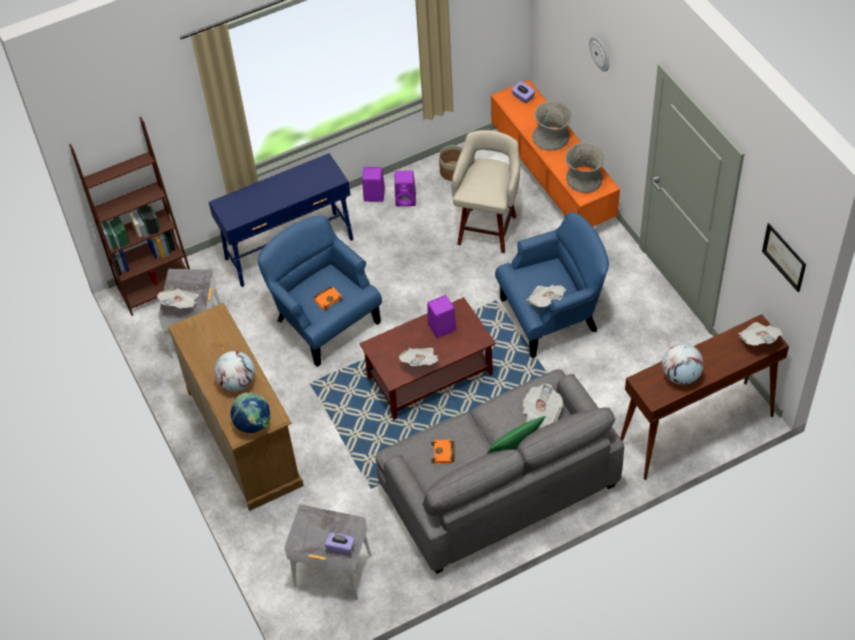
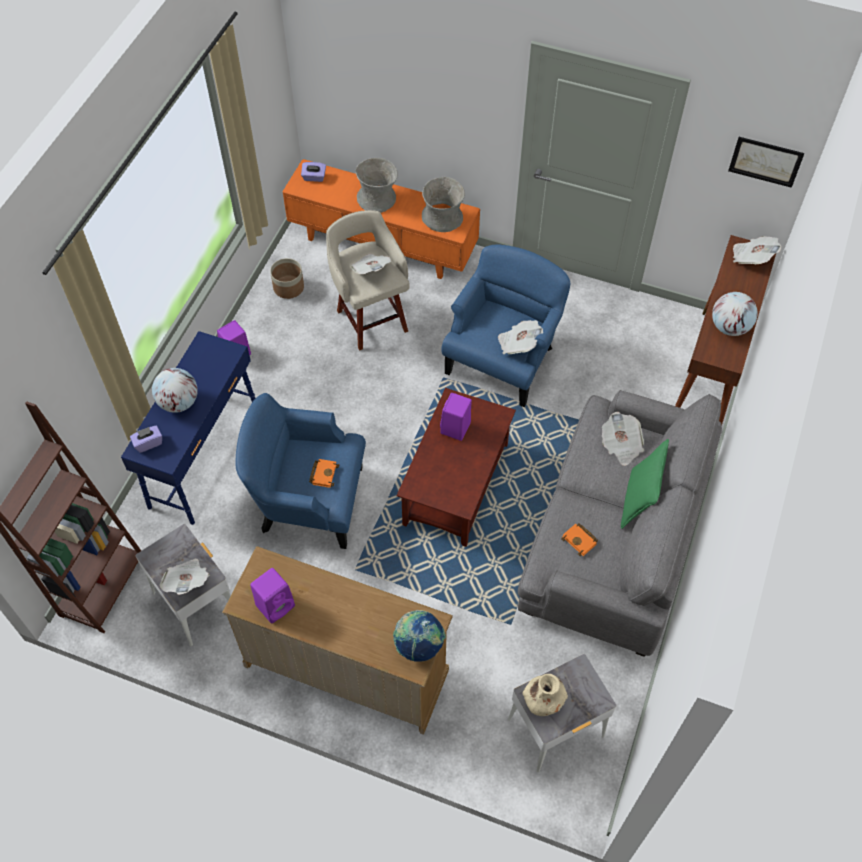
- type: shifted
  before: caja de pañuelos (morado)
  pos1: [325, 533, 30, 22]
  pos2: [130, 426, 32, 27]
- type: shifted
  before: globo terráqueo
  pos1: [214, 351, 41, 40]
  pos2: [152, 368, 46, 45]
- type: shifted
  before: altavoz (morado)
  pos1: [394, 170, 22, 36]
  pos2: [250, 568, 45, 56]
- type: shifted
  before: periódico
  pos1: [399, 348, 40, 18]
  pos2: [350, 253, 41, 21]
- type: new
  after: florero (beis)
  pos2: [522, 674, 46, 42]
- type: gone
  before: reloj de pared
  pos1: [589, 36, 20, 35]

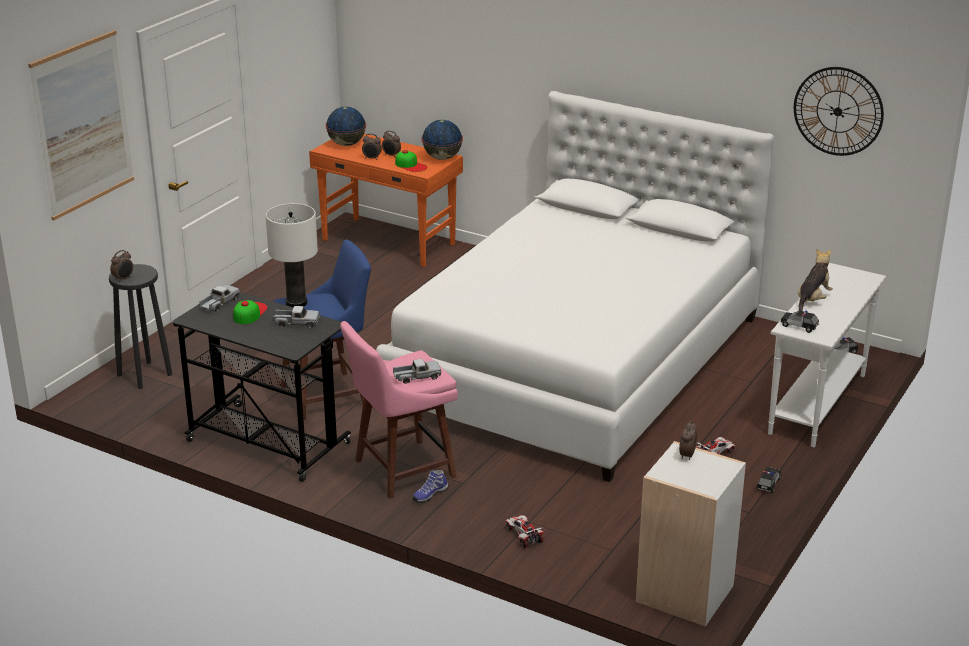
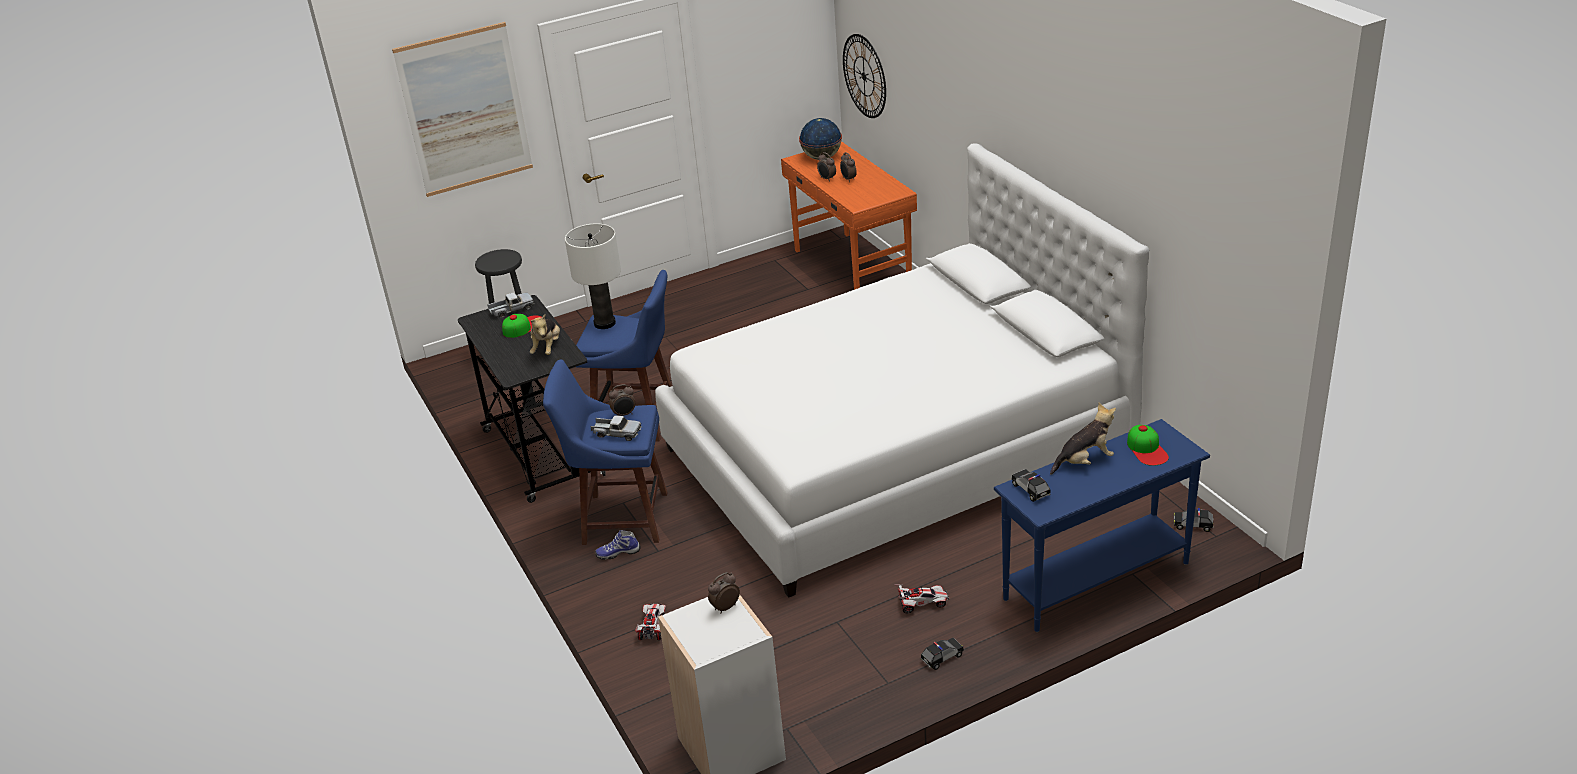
- type: swapped
  before: camión de juguete
  after: peluche
  pos1: [272, 306, 48, 22]
  pos2: [530, 314, 30, 41]
- type: repainted
  before: taburete (rosa)
  after: taburete (azul)
  pos1: [340, 321, 118, 178]
  pos2: [543, 360, 125, 185]
- type: shifted
  before: despertador
  pos1: [110, 250, 23, 32]
  pos2: [609, 384, 26, 32]
- type: shifted
  before: reloj de pared
  pos1: [794, 67, 90, 89]
  pos2: [843, 34, 43, 84]
- type: repainted
  before: mesa consola (blanco)
  after: mesa consola (azul)
  pos1: [768, 263, 118, 185]
  pos2: [994, 419, 216, 213]
- type: shifted
  before: gorra
  pos1: [395, 150, 32, 22]
  pos2: [1127, 425, 42, 41]
- type: gone
  before: globo terráqueo
  pos1: [421, 120, 42, 40]

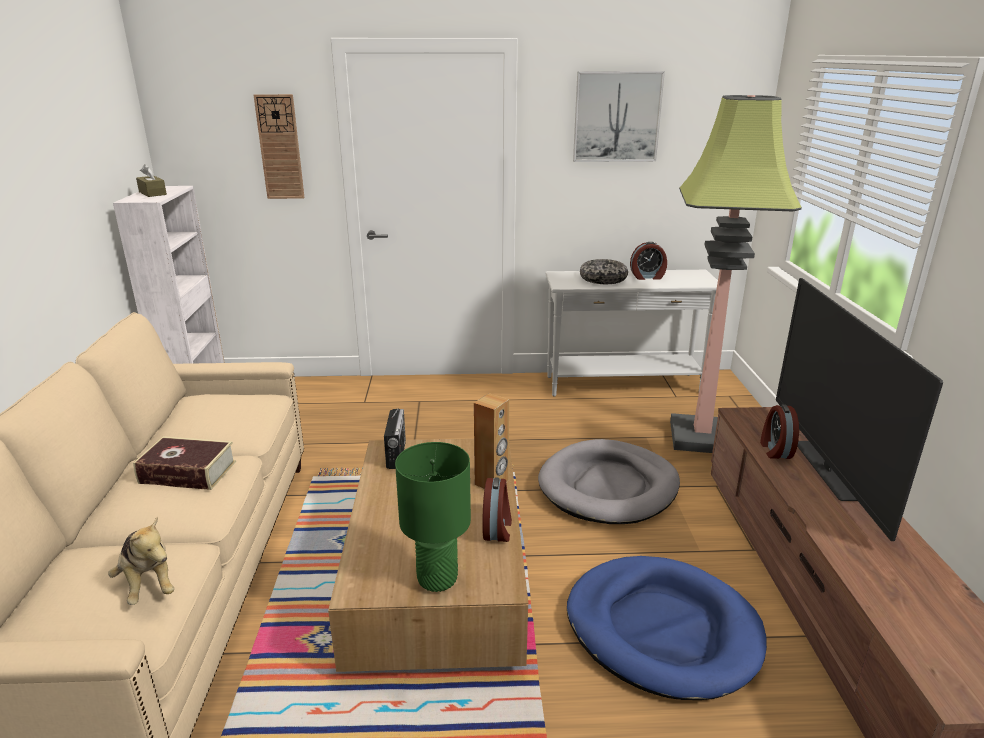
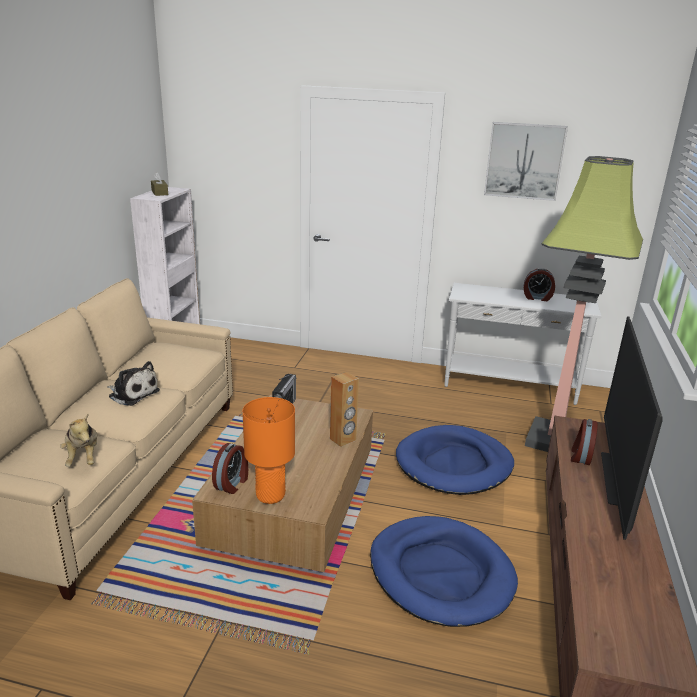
- type: swapped
  before: libro
  after: peluche
  pos1: [133, 436, 103, 54]
  pos2: [107, 361, 53, 45]
- type: shifted
  before: despertador
  pos1: [482, 477, 30, 65]
  pos2: [212, 443, 36, 51]
- type: repainted
  before: lámpara de mesa (verde)
  after: lámpara de mesa (naranja)
  pos1: [395, 442, 76, 150]
  pos2: [243, 397, 52, 107]
- type: repainted
  before: cama para perro (gris)
  after: cama para perro (azul)
  pos1: [538, 439, 142, 85]
  pos2: [396, 425, 118, 70]
- type: gone
  before: reloj de pared
  pos1: [253, 94, 52, 105]
- type: gone
  before: cuenco
  pos1: [580, 259, 48, 25]

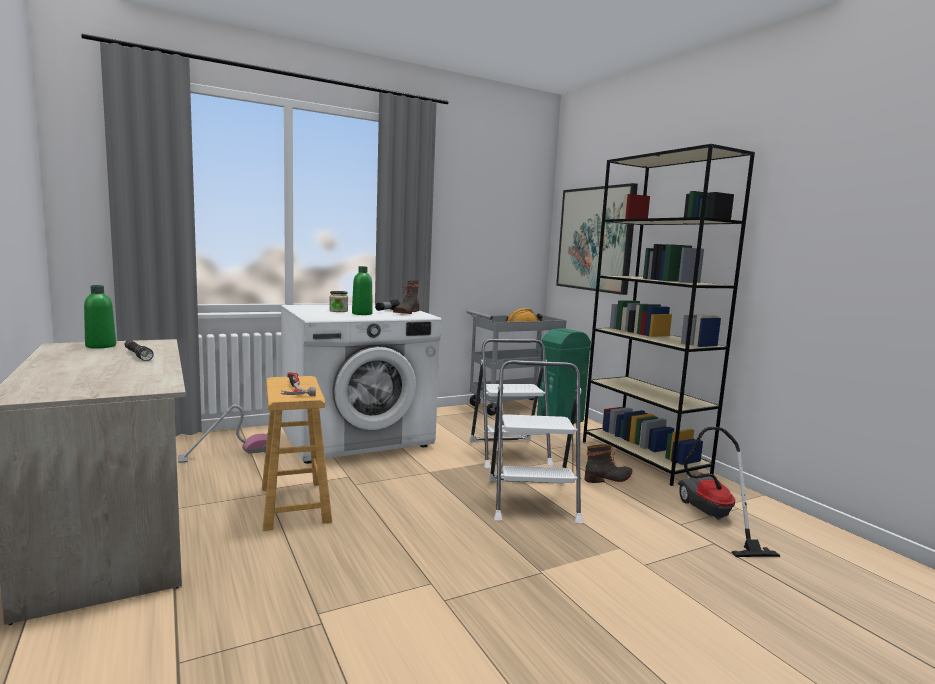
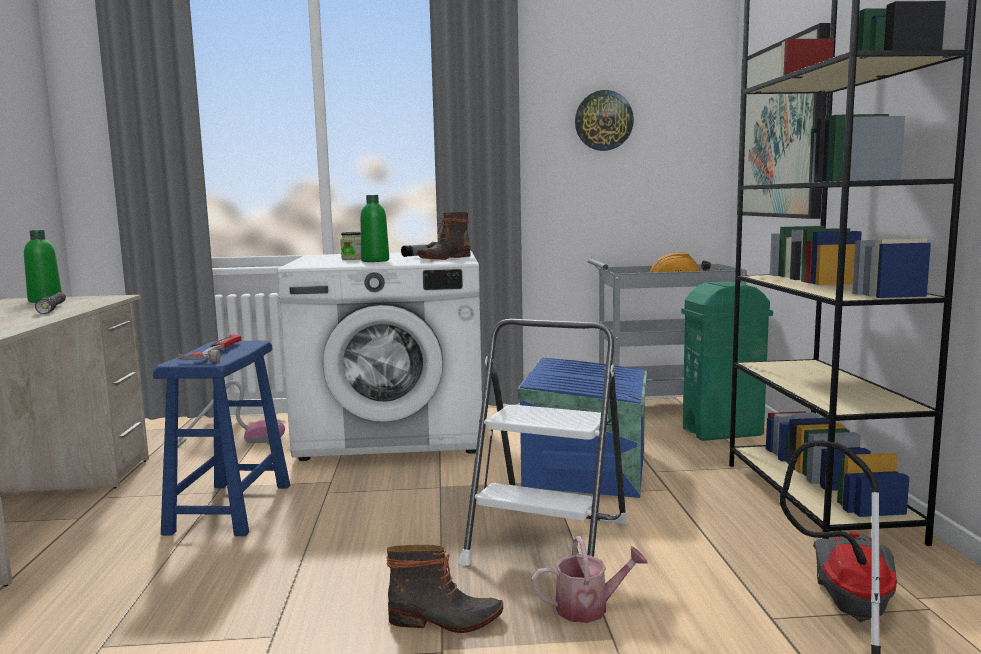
- type: repainted
  before: taburete (marrón)
  after: taburete (azul)
  pos1: [262, 376, 70, 155]
  pos2: [153, 341, 137, 195]
- type: shifted
  before: bota
  pos1: [584, 444, 49, 39]
  pos2: [386, 545, 117, 88]
- type: swapped
  before: escalera de tijera (blanco)
  after: caja de almacenaje (azul)
  pos1: [470, 339, 84, 129]
  pos2: [517, 357, 130, 141]
- type: new
  after: regadera
  pos2: [532, 536, 116, 87]
- type: new
  after: reloj de pared
  pos2: [575, 90, 59, 61]

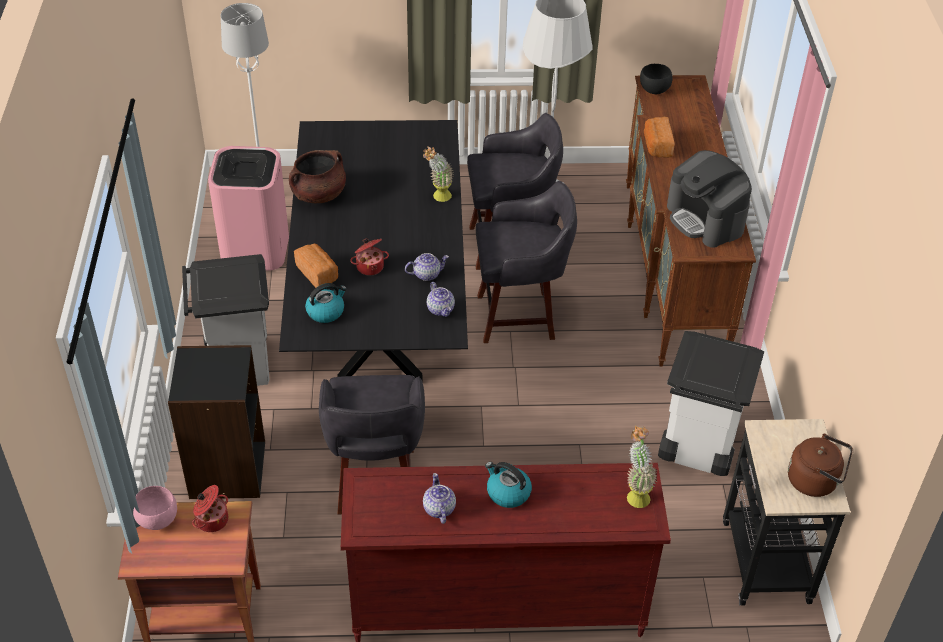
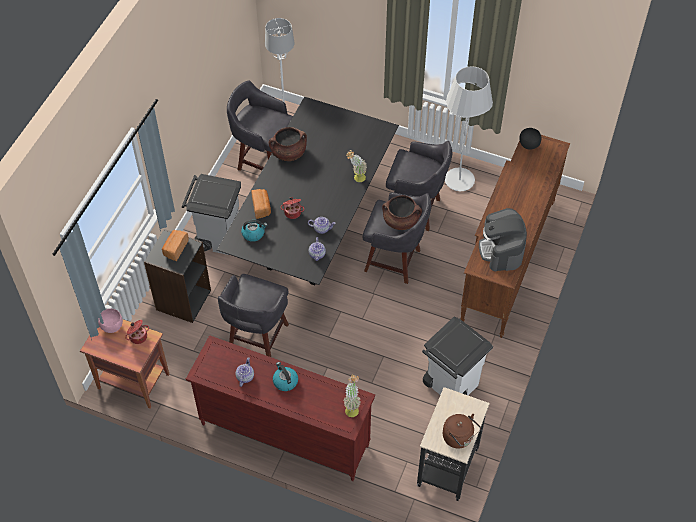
- type: shifted
  before: pan
  pos1: [644, 117, 30, 41]
  pos2: [162, 230, 27, 31]
- type: swapped
  before: papelera (rosa)
  after: taburete (gris)
  pos1: [208, 146, 81, 124]
  pos2: [227, 80, 66, 91]
- type: new
  after: olla (marrón)
  pos2: [382, 195, 40, 35]

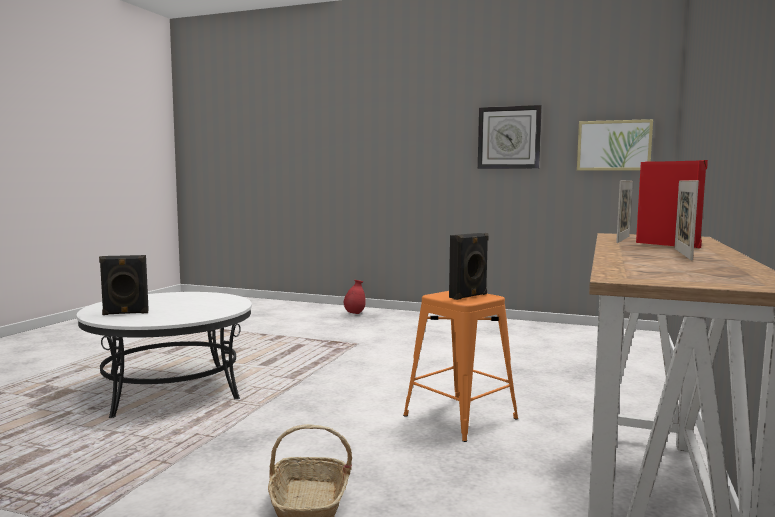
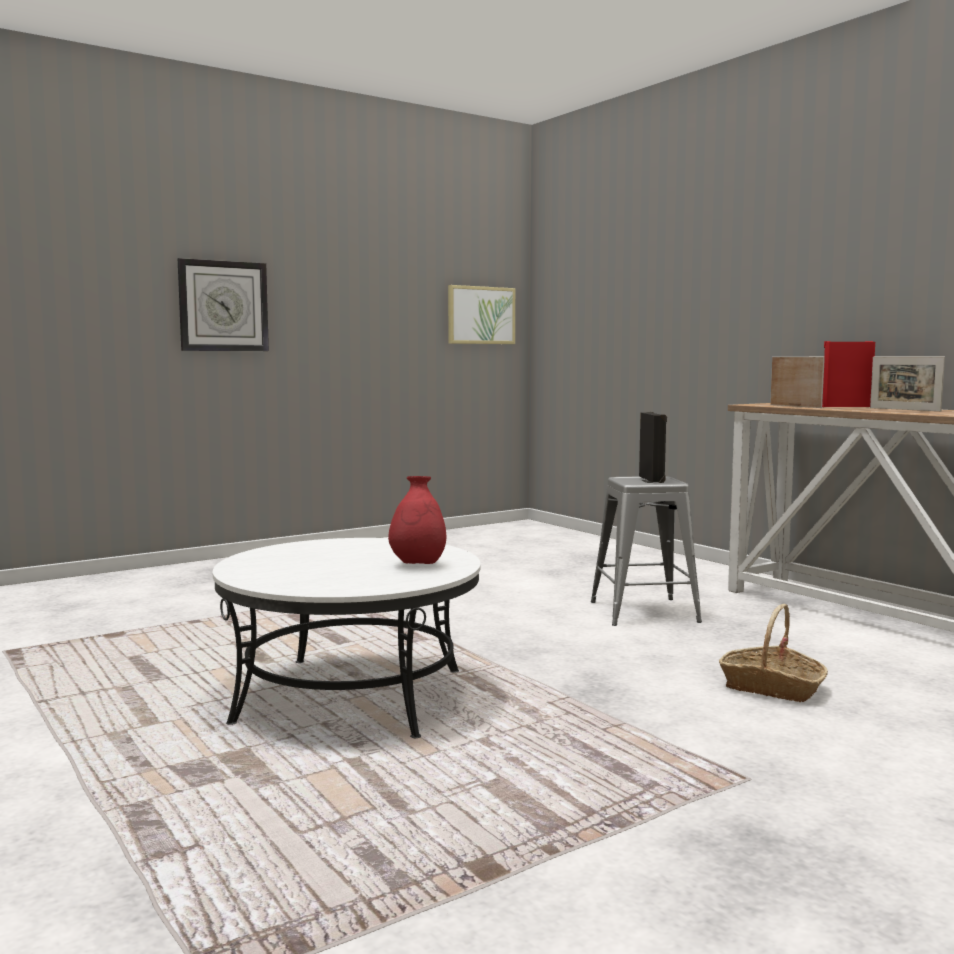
- type: shifted
  before: reloj de pared
  pos1: [478, 105, 64, 64]
  pos2: [178, 258, 91, 93]
- type: shifted
  before: florero (rojo)
  pos1: [344, 280, 22, 34]
  pos2: [388, 476, 58, 88]
- type: repainted
  before: taburete (naranja)
  after: taburete (gris)
  pos1: [403, 291, 115, 151]
  pos2: [591, 476, 111, 150]
- type: gone
  before: altavoz (negro)
  pos1: [99, 255, 50, 60]

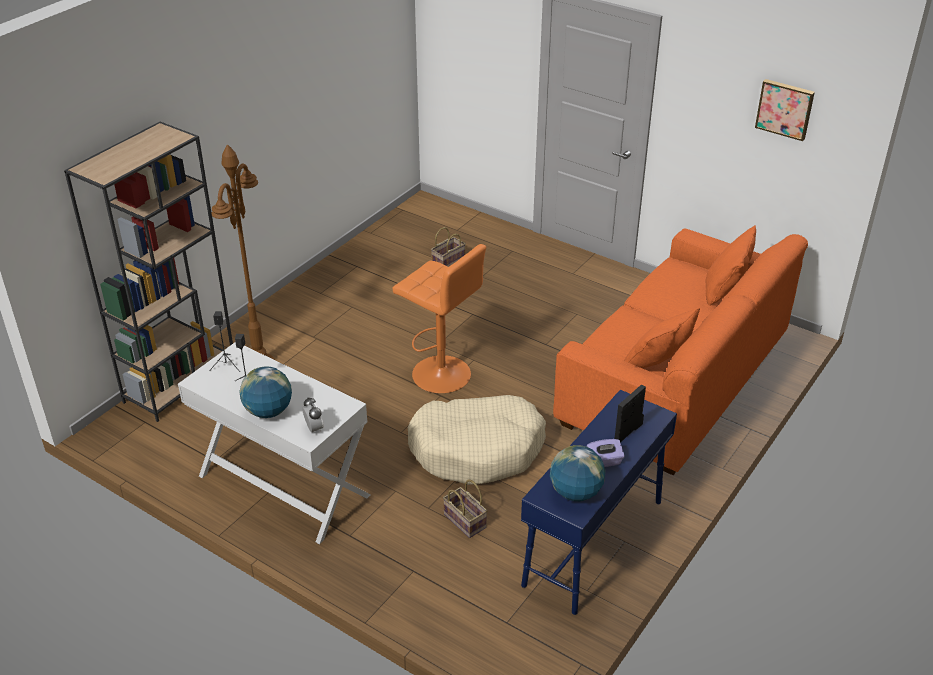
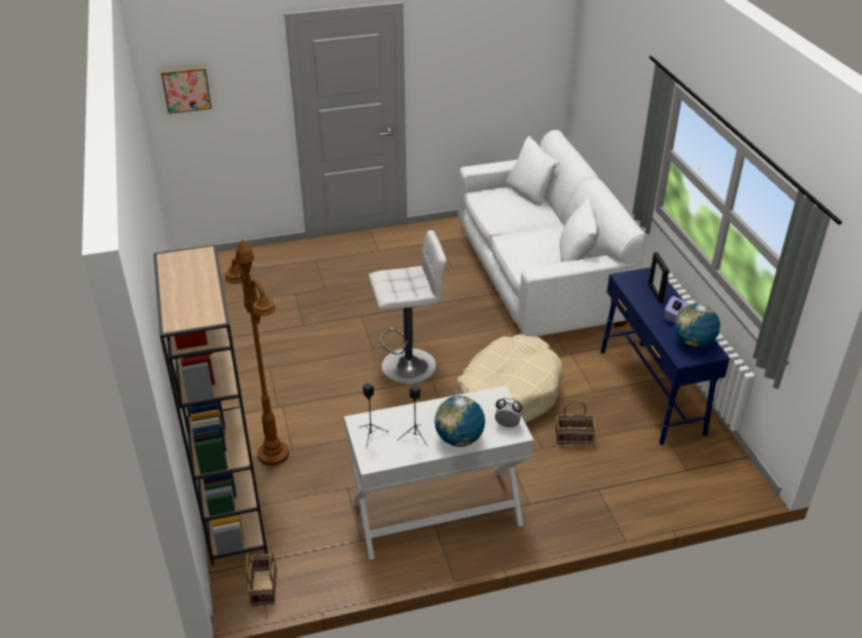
- type: shifted
  before: cuadro
  pos1: [755, 79, 60, 62]
  pos2: [161, 66, 51, 48]
- type: shifted
  before: cesta
  pos1: [431, 227, 35, 40]
  pos2: [246, 552, 31, 54]
- type: repainted
  before: taburete (naranja)
  after: taburete (blanco)
  pos1: [393, 244, 93, 149]
  pos2: [369, 230, 78, 154]
- type: repainted
  before: sofá (naranja)
  after: sofá (blanco)
  pos1: [553, 225, 255, 251]
  pos2: [459, 130, 187, 207]

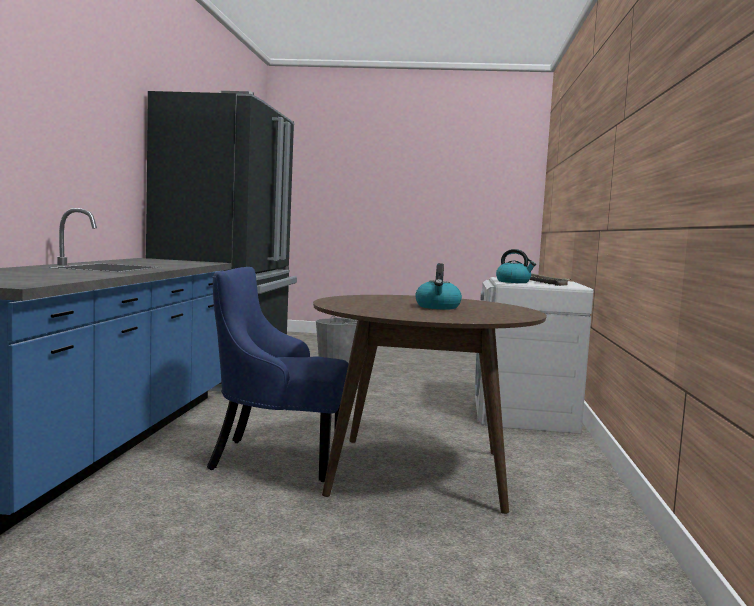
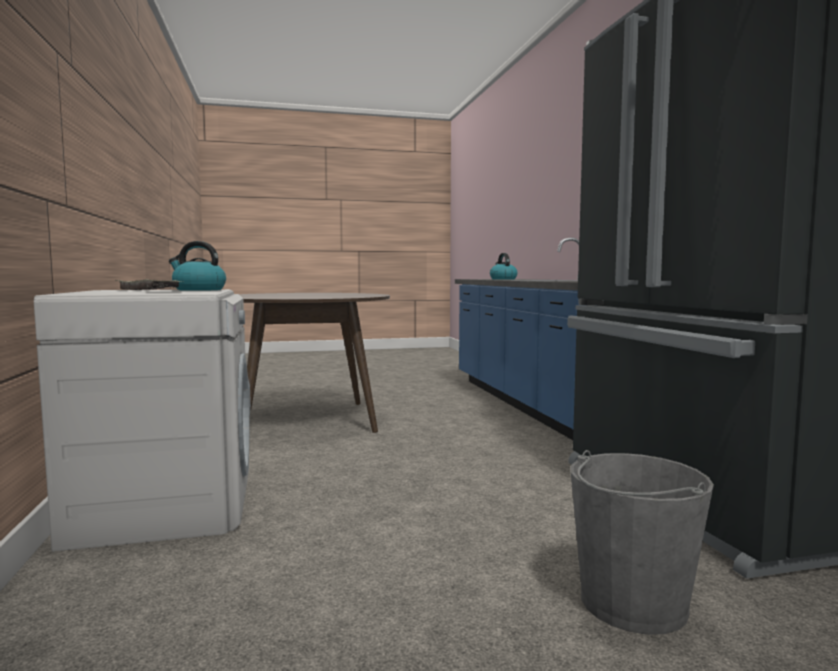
- type: shifted
  before: hervidor
  pos1: [415, 263, 47, 47]
  pos2: [490, 253, 28, 27]
- type: gone
  before: silla (azul)
  pos1: [207, 267, 142, 215]

